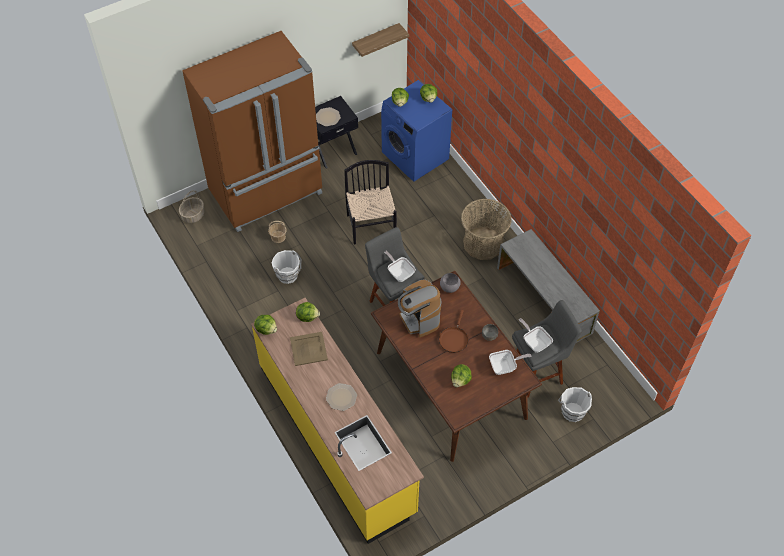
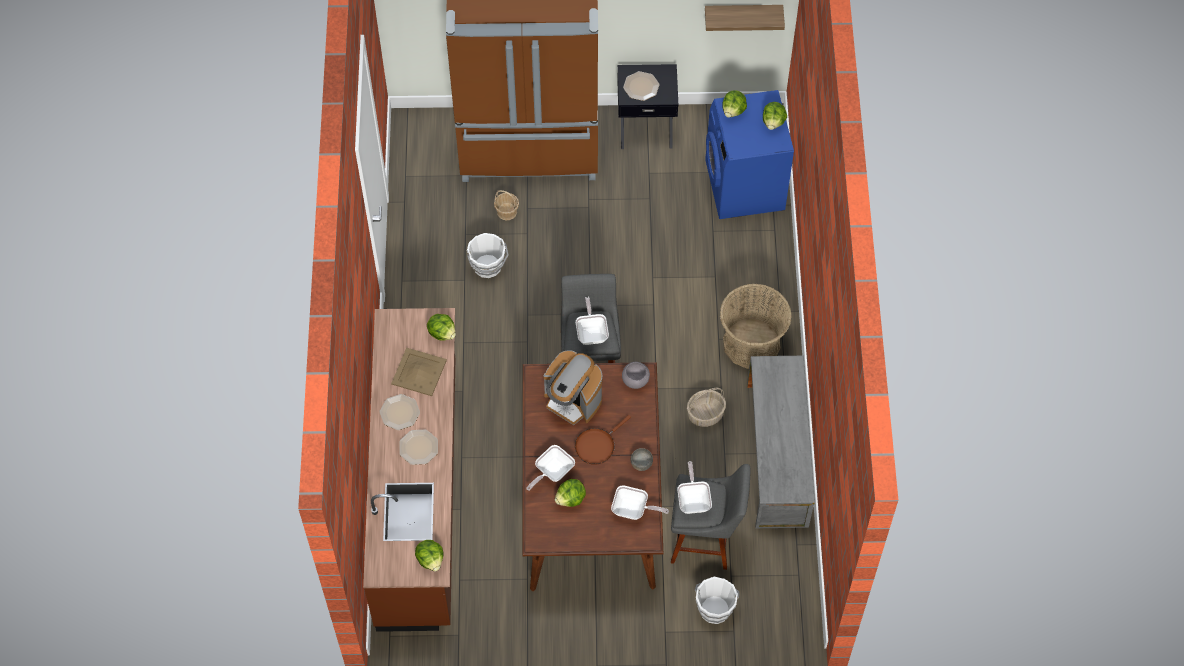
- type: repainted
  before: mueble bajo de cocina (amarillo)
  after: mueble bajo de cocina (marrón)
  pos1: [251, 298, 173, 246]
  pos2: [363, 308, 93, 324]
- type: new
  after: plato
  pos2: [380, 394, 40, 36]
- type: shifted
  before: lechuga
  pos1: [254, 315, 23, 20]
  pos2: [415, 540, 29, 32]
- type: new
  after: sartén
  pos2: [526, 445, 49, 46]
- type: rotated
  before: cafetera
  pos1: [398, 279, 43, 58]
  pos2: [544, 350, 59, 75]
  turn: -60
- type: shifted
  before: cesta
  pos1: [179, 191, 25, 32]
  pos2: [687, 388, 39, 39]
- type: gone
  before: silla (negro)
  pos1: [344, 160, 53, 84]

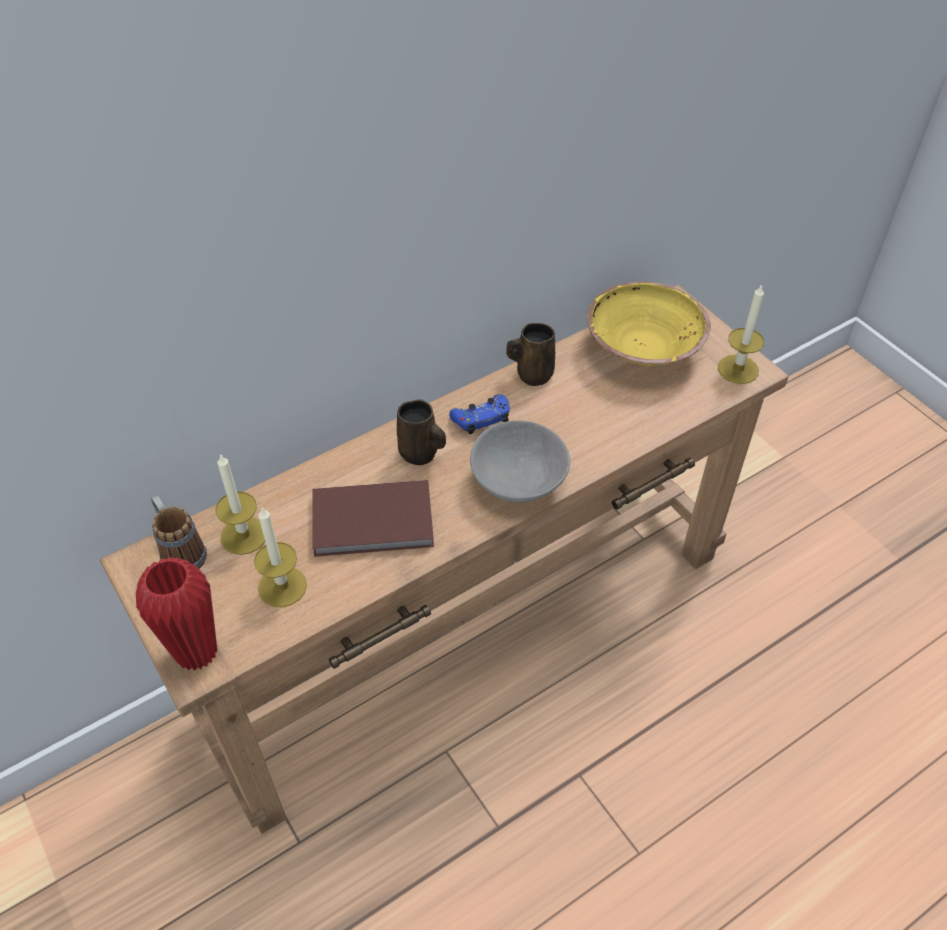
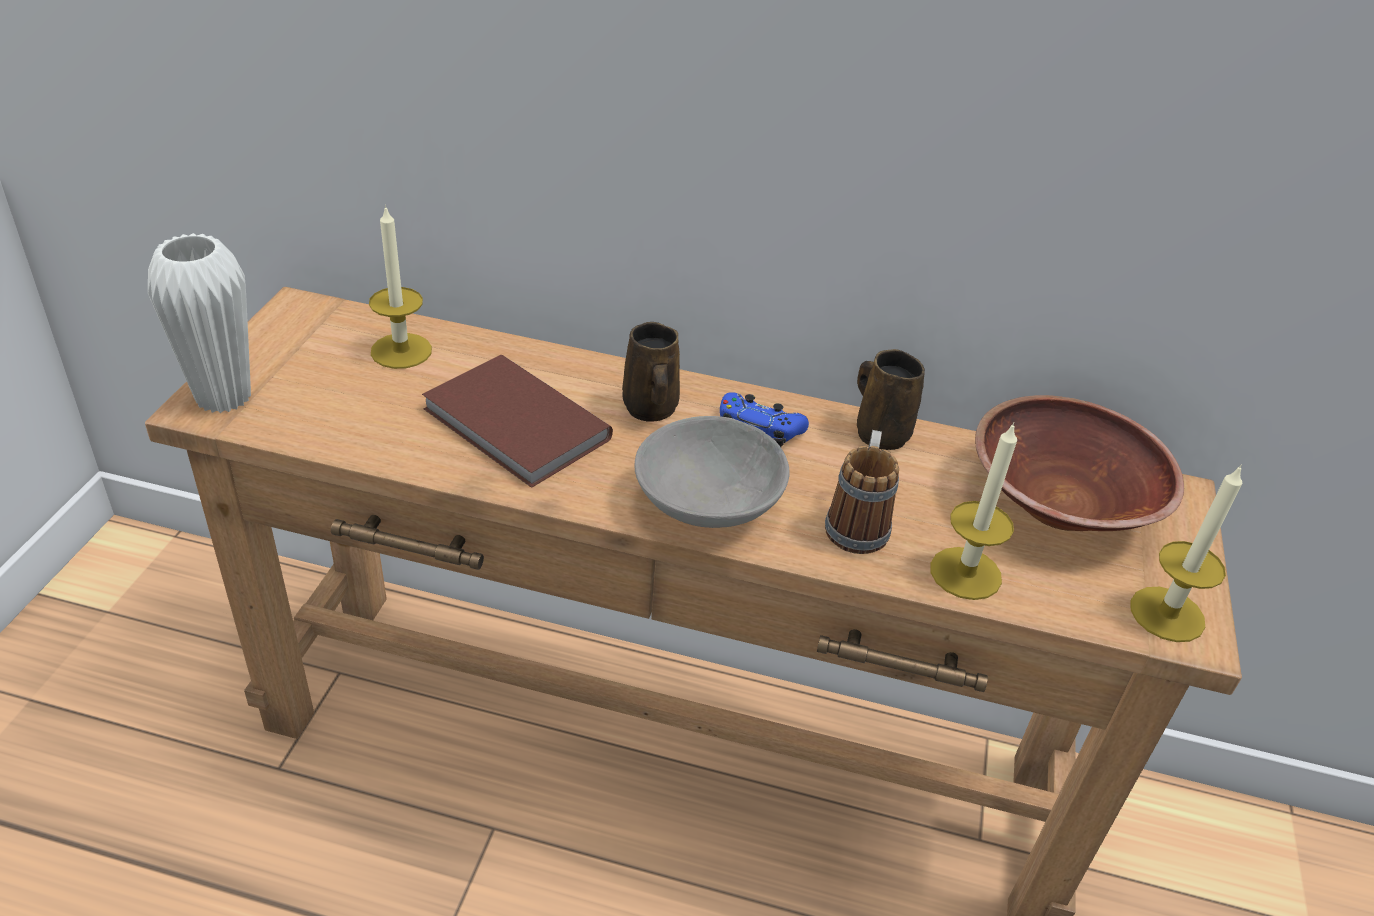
- type: repainted
  before: florero (rojo)
  after: florero (blanco)
  pos1: [136, 557, 81, 114]
  pos2: [148, 233, 103, 180]
- type: shifted
  before: taza grande
  pos1: [151, 495, 56, 74]
  pos2: [825, 430, 74, 124]
- type: shifted
  before: vela
  pos1: [254, 507, 53, 100]
  pos2: [931, 422, 86, 178]
- type: repainted
  before: cuenco (amarillo)
  after: cuenco (marrón)
  pos1: [587, 281, 124, 85]
  pos2: [975, 395, 209, 136]

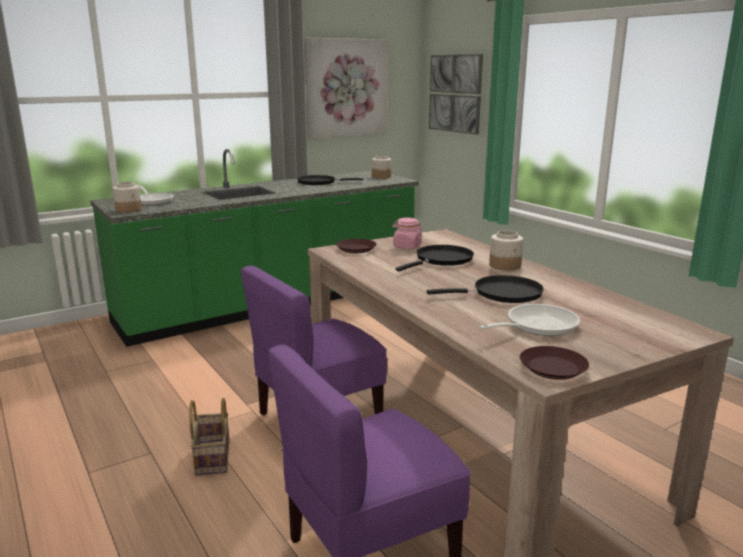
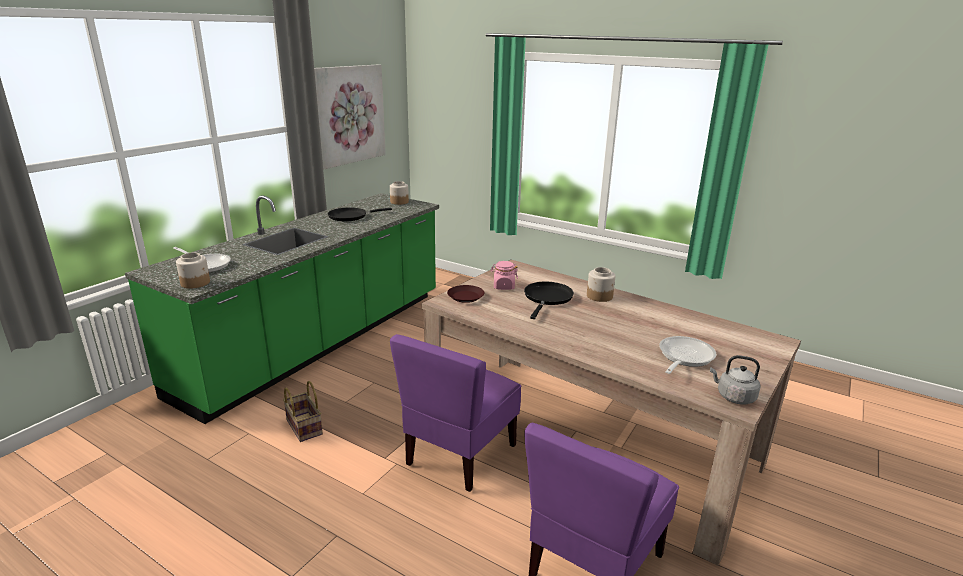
- type: shifted
  before: cesta
  pos1: [189, 398, 41, 78]
  pos2: [283, 381, 40, 61]
- type: swapped
  before: plato (marrón)
  after: hervidor (gris)
  pos1: [520, 346, 69, 34]
  pos2: [710, 355, 51, 49]
- type: gone
  before: sartén (negro)
  pos1: [427, 275, 117, 28]
- type: gone
  before: cuadro
  pos1: [429, 54, 54, 81]

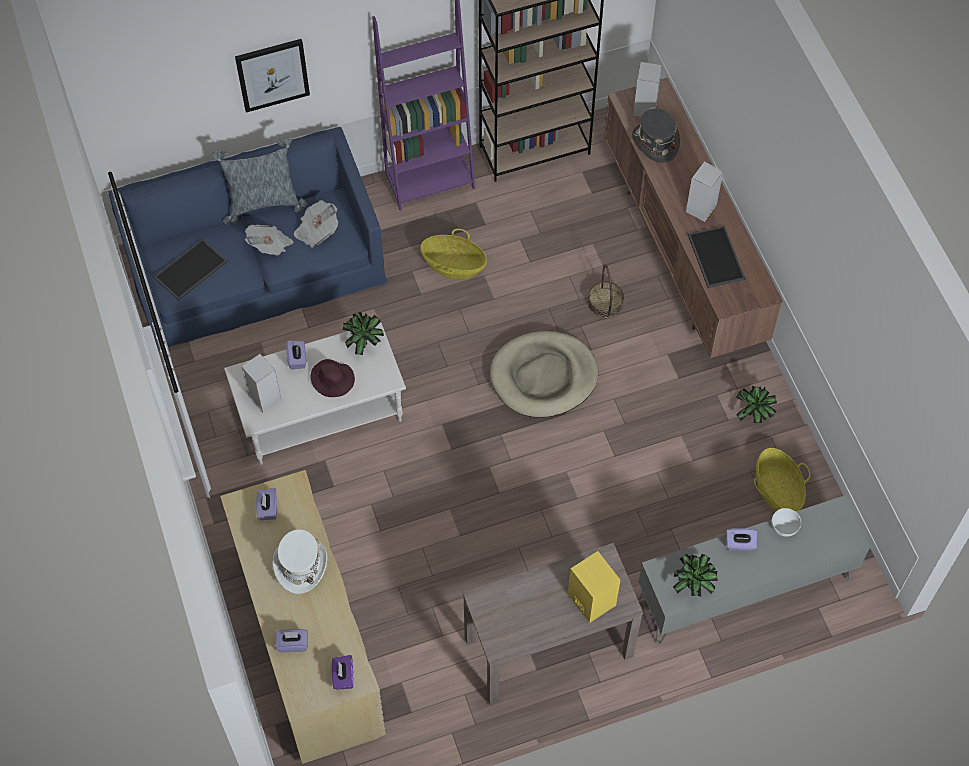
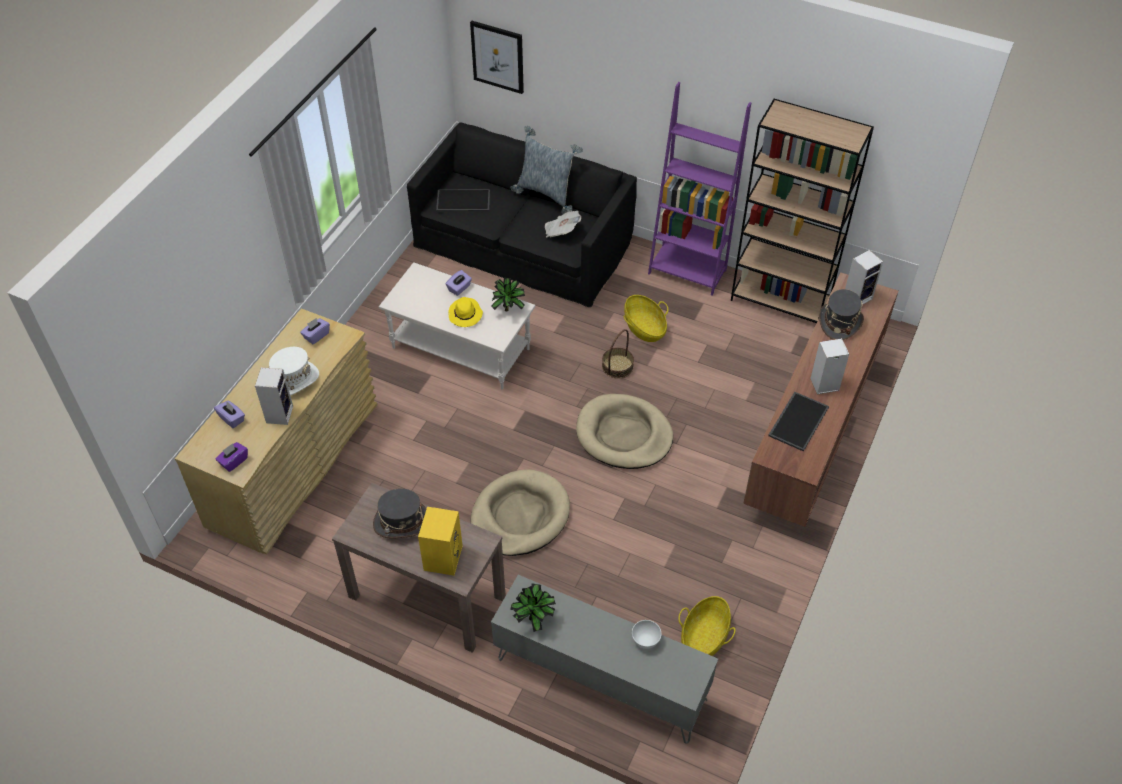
- type: shifted
  before: altavoz
  pos1: [241, 354, 40, 59]
  pos2: [255, 367, 38, 58]
- type: new
  after: sombrero (gris)
  pos2: [373, 489, 54, 49]
- type: repainted
  before: sofá (azul)
  after: sofá (negro)
  pos1: [108, 127, 279, 224]
  pos2: [407, 122, 230, 185]
- type: repainted
  before: sombrero (morado)
  after: sombrero (amarillo)
  pos1: [310, 359, 45, 38]
  pos2: [448, 297, 35, 30]
- type: shifted
  before: cuadro
  pos1: [235, 39, 75, 74]
  pos2: [470, 21, 54, 73]
- type: new
  after: cama para perro (beis)
  pos2: [471, 469, 99, 87]
- type: shifted
  before: cesta
  pos1: [588, 264, 36, 54]
  pos2: [602, 329, 32, 50]
- type: gone
  before: periódico
  pos1: [245, 225, 48, 30]
- type: gone
  before: caja de pañuelos (morado)
  pos1: [726, 528, 31, 23]
- type: gone
  before: planta en maceta
  pos1: [736, 386, 41, 37]

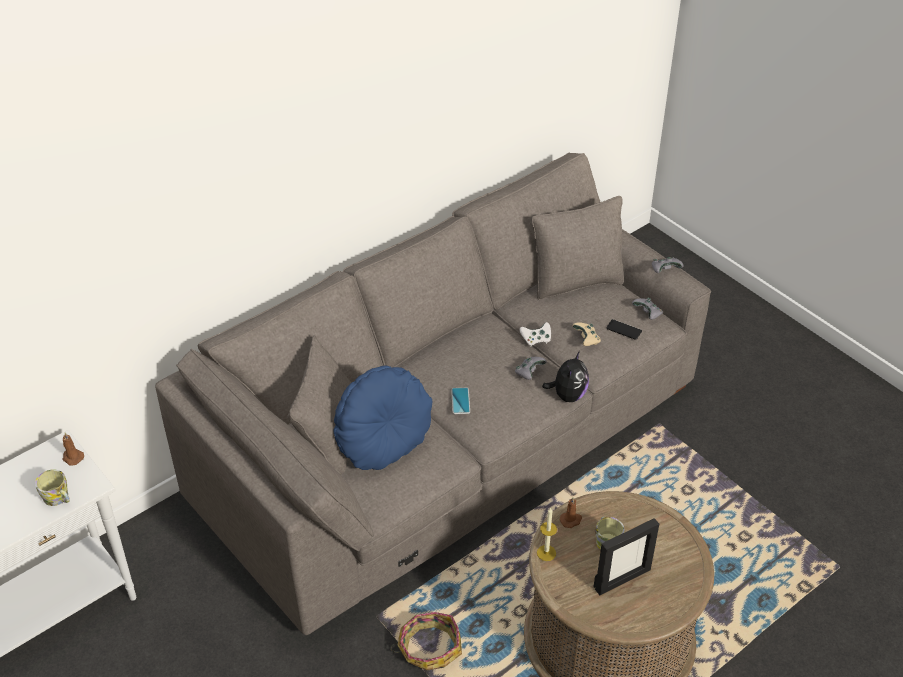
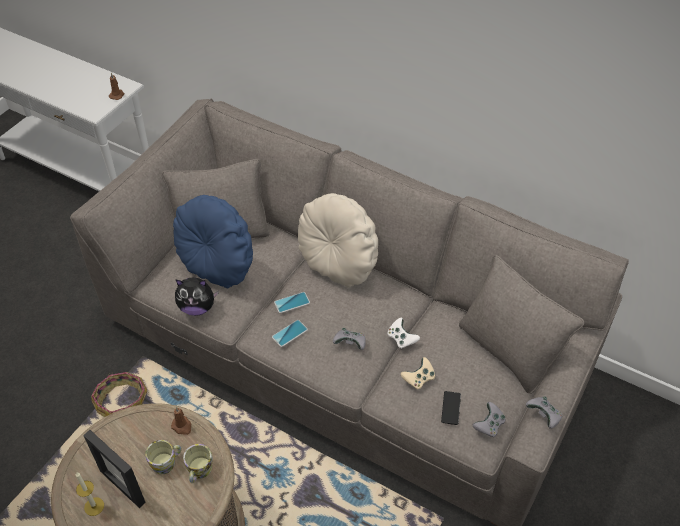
- type: shifted
  before: vela
  pos1: [537, 508, 20, 53]
  pos2: [76, 472, 28, 44]
- type: shifted
  before: peluche
  pos1: [542, 351, 47, 51]
  pos2: [175, 277, 44, 39]
- type: shifted
  before: taza grande
  pos1: [35, 469, 35, 37]
  pos2: [183, 444, 29, 39]
- type: new
  after: móvil
  pos2: [272, 320, 36, 27]
- type: new
  after: cojín (beis)
  pos2: [298, 193, 80, 95]

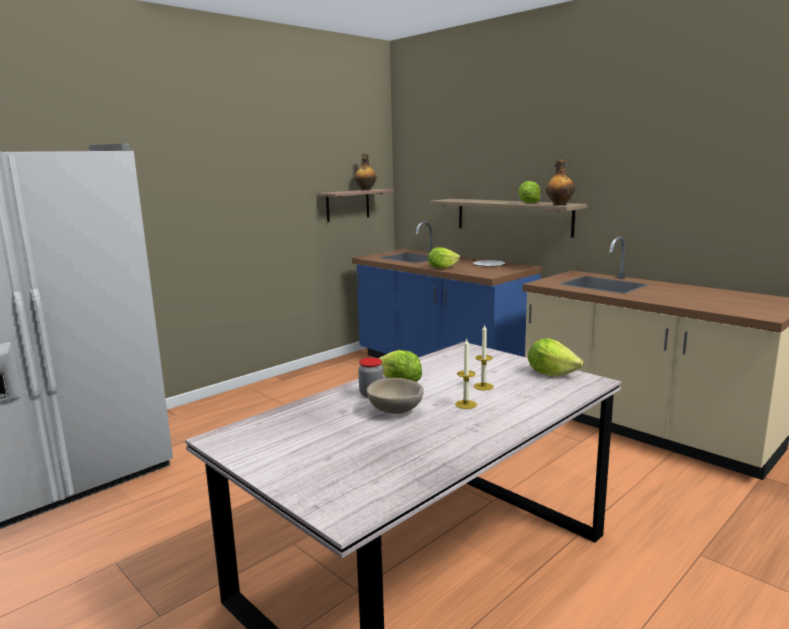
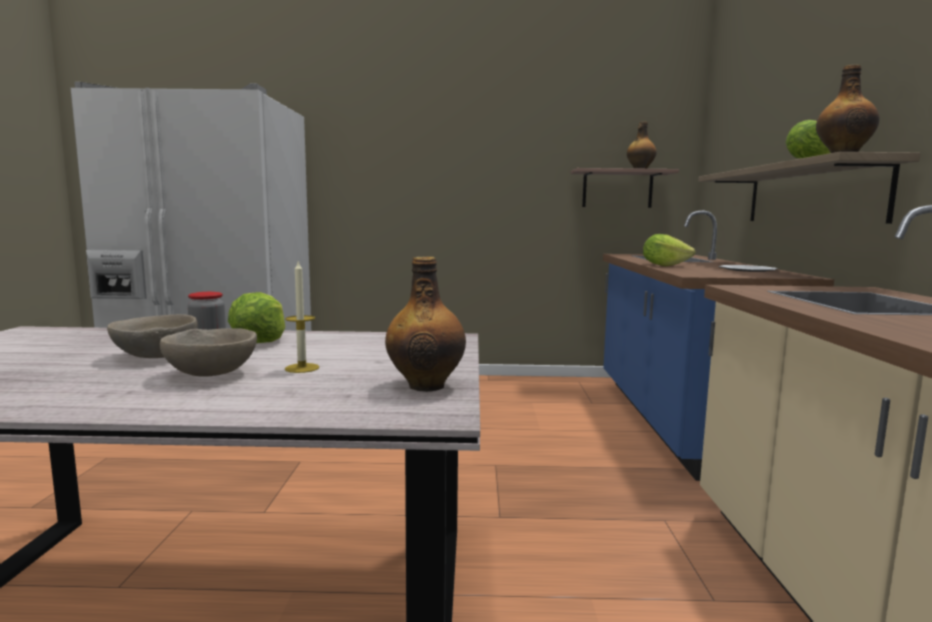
- type: swapped
  before: vela
  after: cuenco (beis)
  pos1: [455, 338, 22, 71]
  pos2: [160, 328, 97, 49]
- type: swapped
  before: lechuga
  after: botella
  pos1: [528, 338, 55, 38]
  pos2: [385, 257, 81, 135]

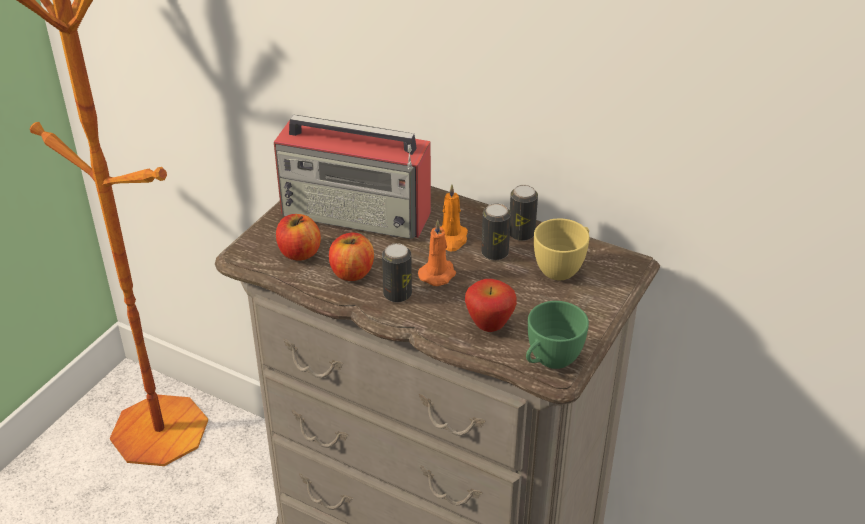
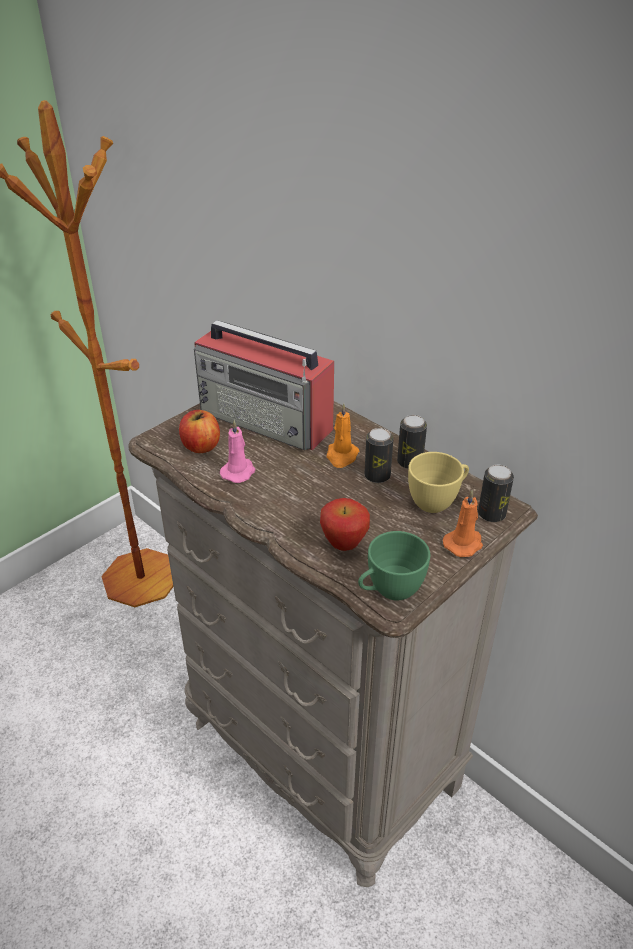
- type: swapped
  before: manzana
  after: vela (rosa)
  pos1: [329, 232, 45, 49]
  pos2: [220, 420, 35, 63]
- type: shifted
  before: vela (naranja)
  pos1: [418, 220, 38, 66]
  pos2: [443, 490, 40, 67]
- type: shifted
  before: lata
  pos1: [382, 243, 30, 59]
  pos2: [478, 465, 36, 57]

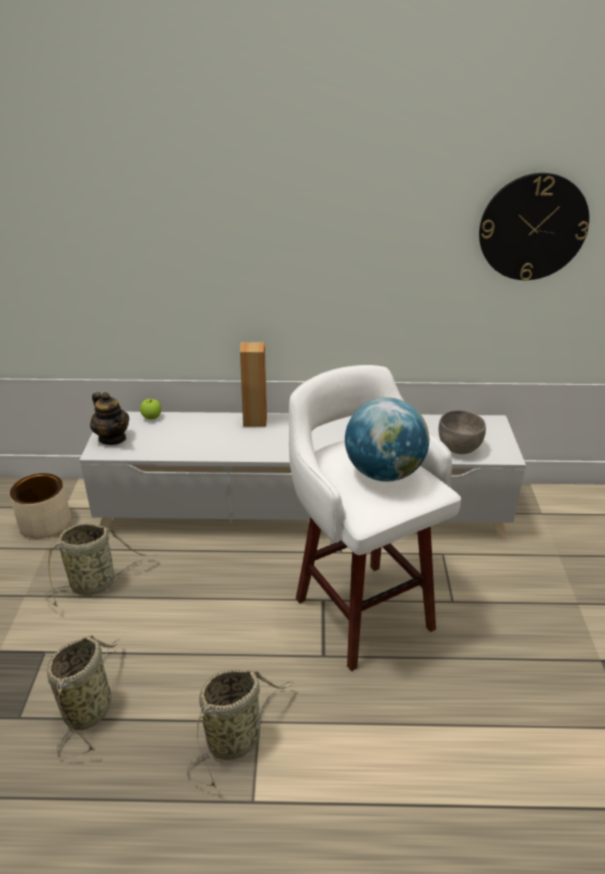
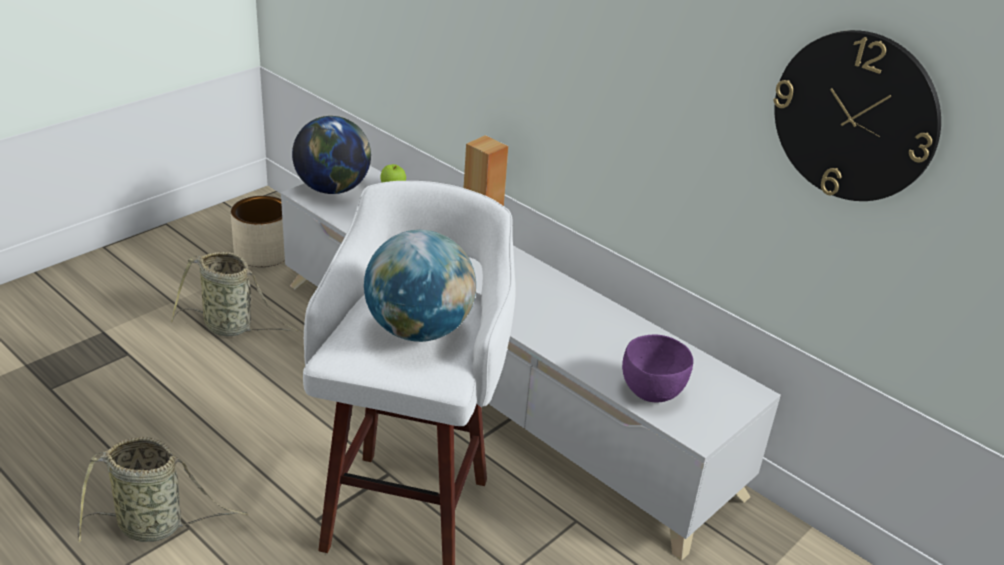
- type: swapped
  before: tetera
  after: globo terráqueo
  pos1: [90, 392, 39, 53]
  pos2: [292, 116, 79, 78]
- type: repainted
  before: cuenco (gris)
  after: cuenco (morado)
  pos1: [439, 410, 47, 44]
  pos2: [622, 335, 71, 67]
- type: gone
  before: cesta
  pos1: [47, 636, 74, 121]

